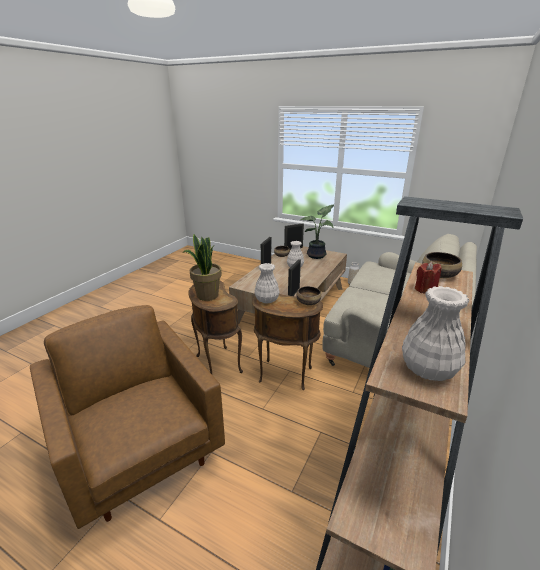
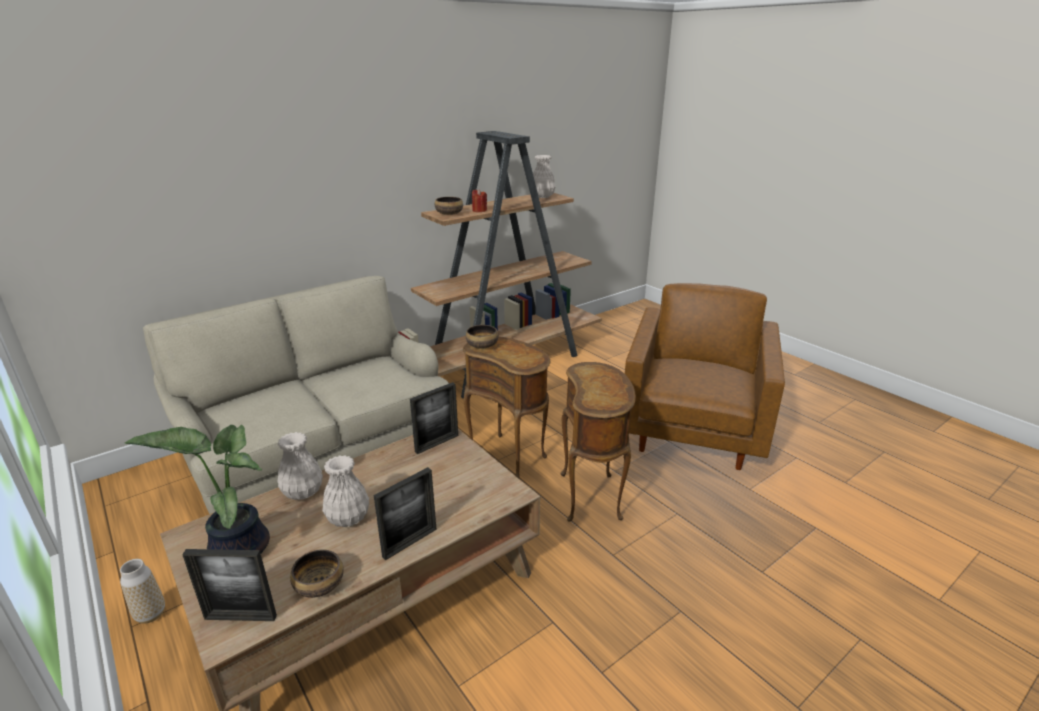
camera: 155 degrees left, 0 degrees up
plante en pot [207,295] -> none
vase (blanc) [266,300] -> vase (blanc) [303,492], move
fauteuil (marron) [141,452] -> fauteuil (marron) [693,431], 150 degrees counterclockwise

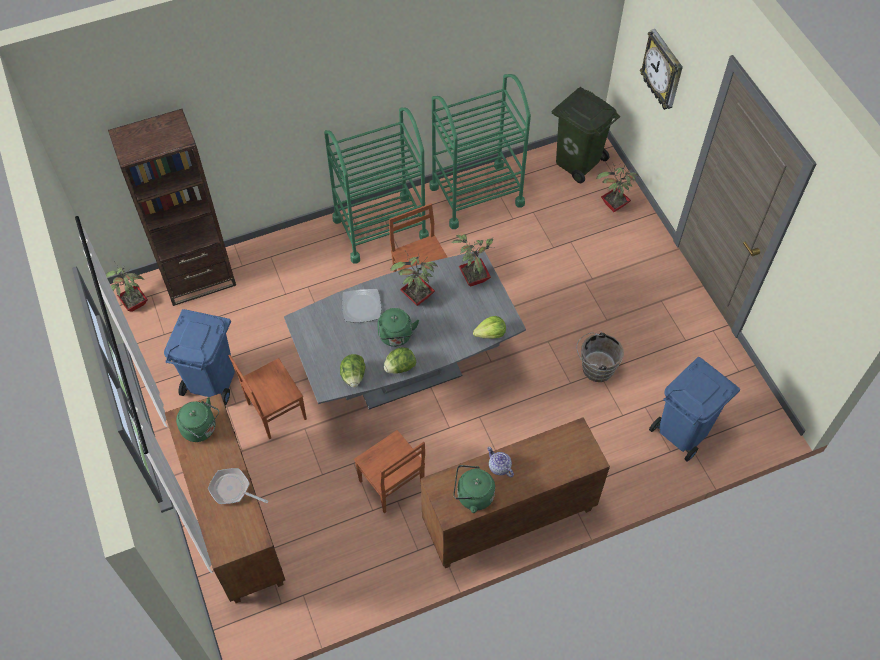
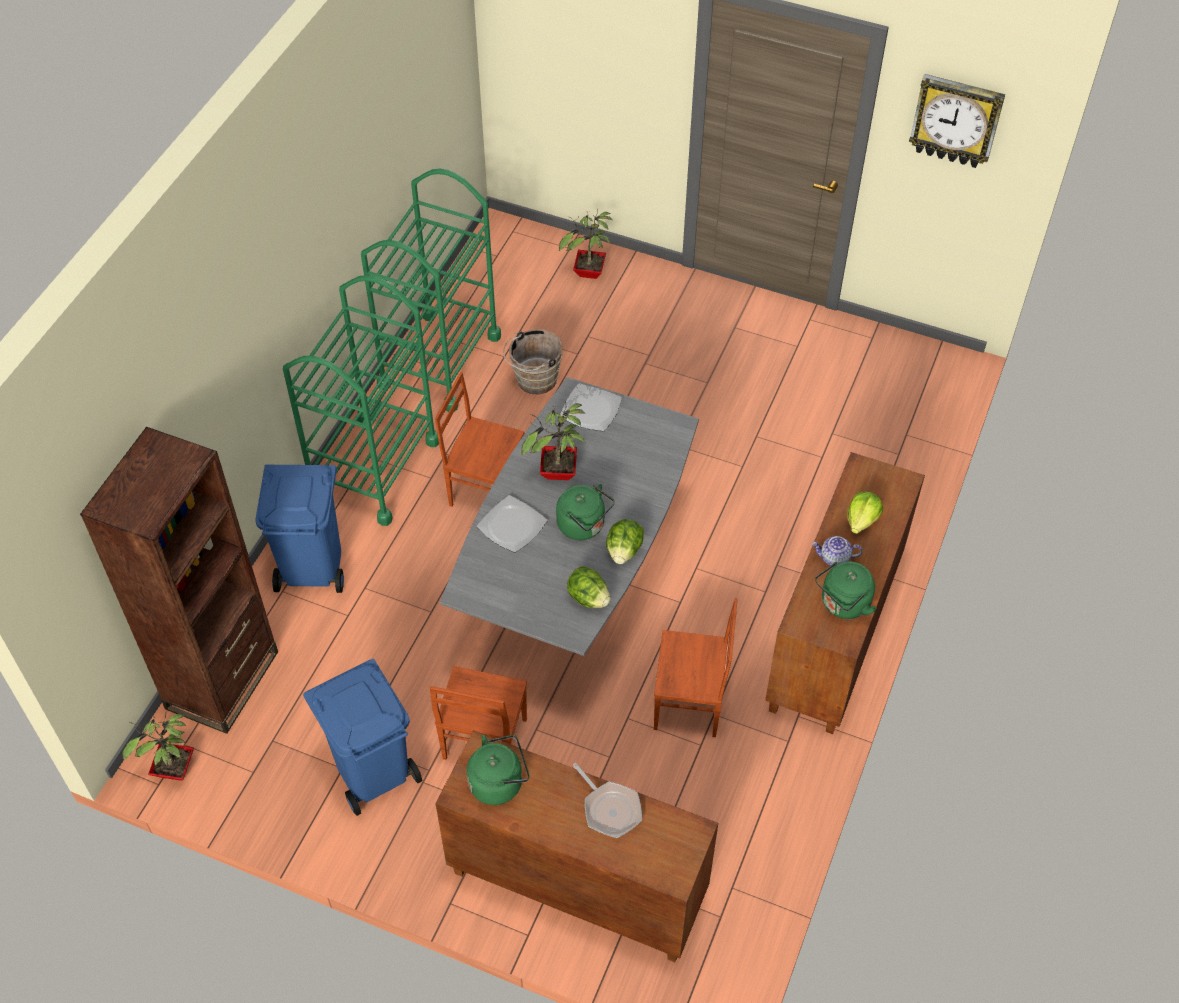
camera: 45 degrees left, 5 degrees down
poubelle (vert) [578,161] -> none
laitue [490,334] -> laitue [862,520], move
seau (marron) [595,368] -> seau (marron) [533,380], move
horloge murale [663,71] -> horloge murale [956,120], move
poubelle (bleu) [684,432] -> poubelle (bleu) [314,566], move
plante en pot [473,277] -> assiette [591,410]
poêle [233,490] -> poêle [609,809], 105 degrees counterclockwise

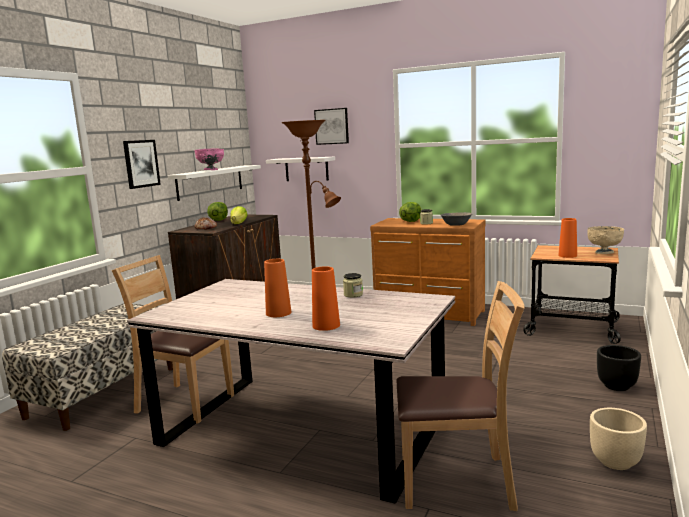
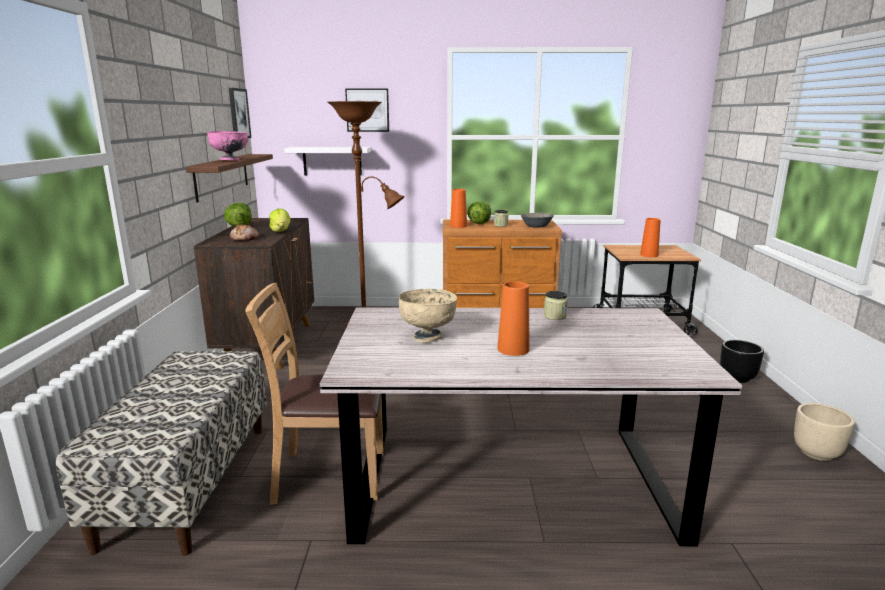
camera: 25 degrees left, 5 degrees up
chaise (marron) [457,482] -> none
tableau [141,163] -> tableau [238,113], move
vase (orange) [326,325] -> vase (orange) [458,226], move
bol (beige) [604,253] -> bol (beige) [428,337], move
étagère (blanc) [210,182] -> étagère (marron) [222,176]

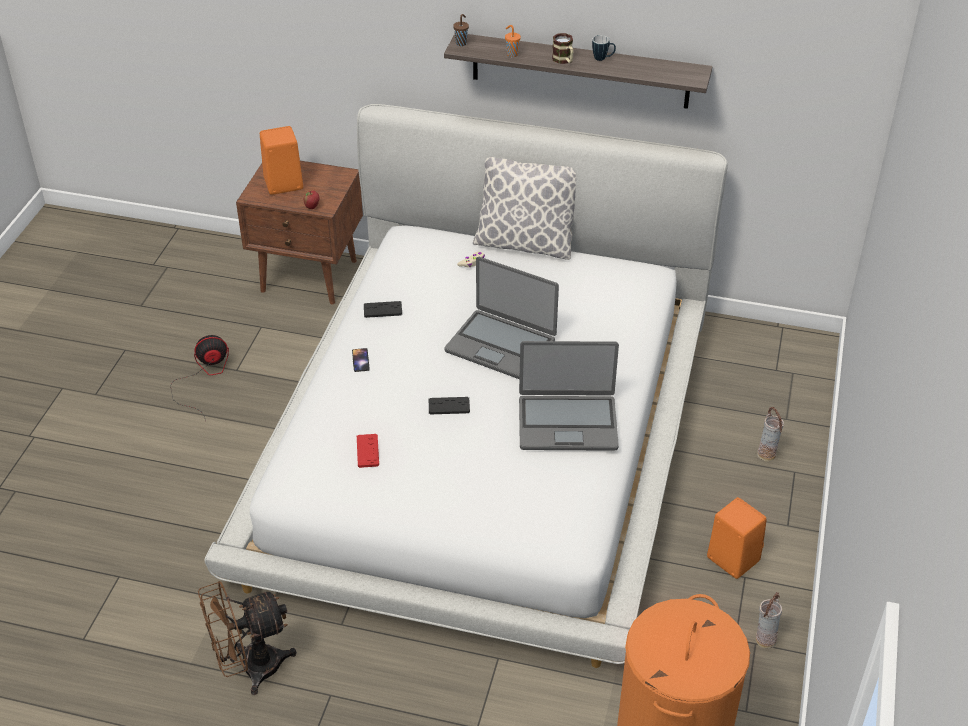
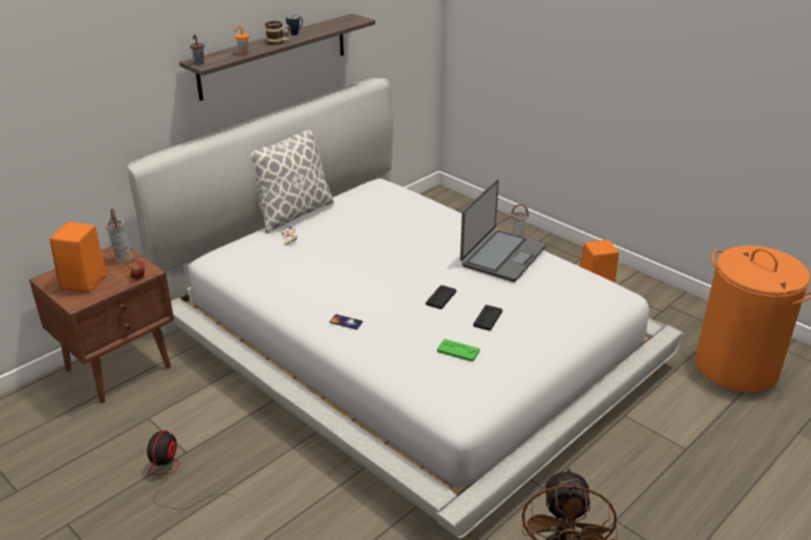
camera: 60 degrees left, 10 degrees down
ordinateur portable [501,345] -> none
manette (noir) [383,310] -> manette (noir) [487,318], move
vase [764,640] -> vase [123,259], move
manette (rouge) [367,451] -> manette (vert) [458,351]

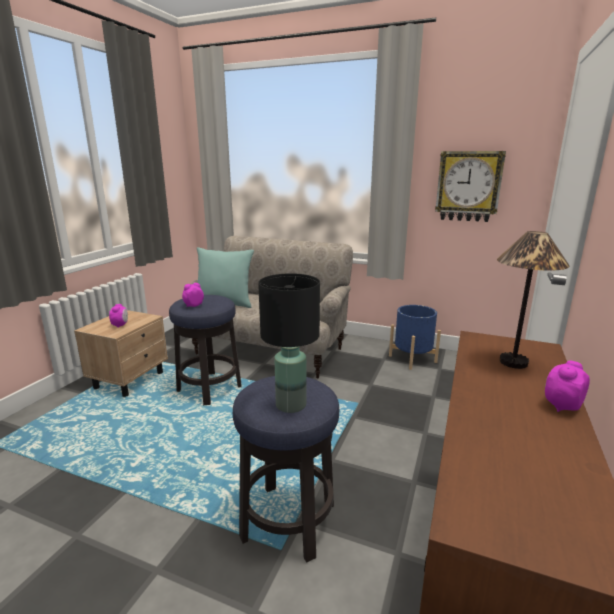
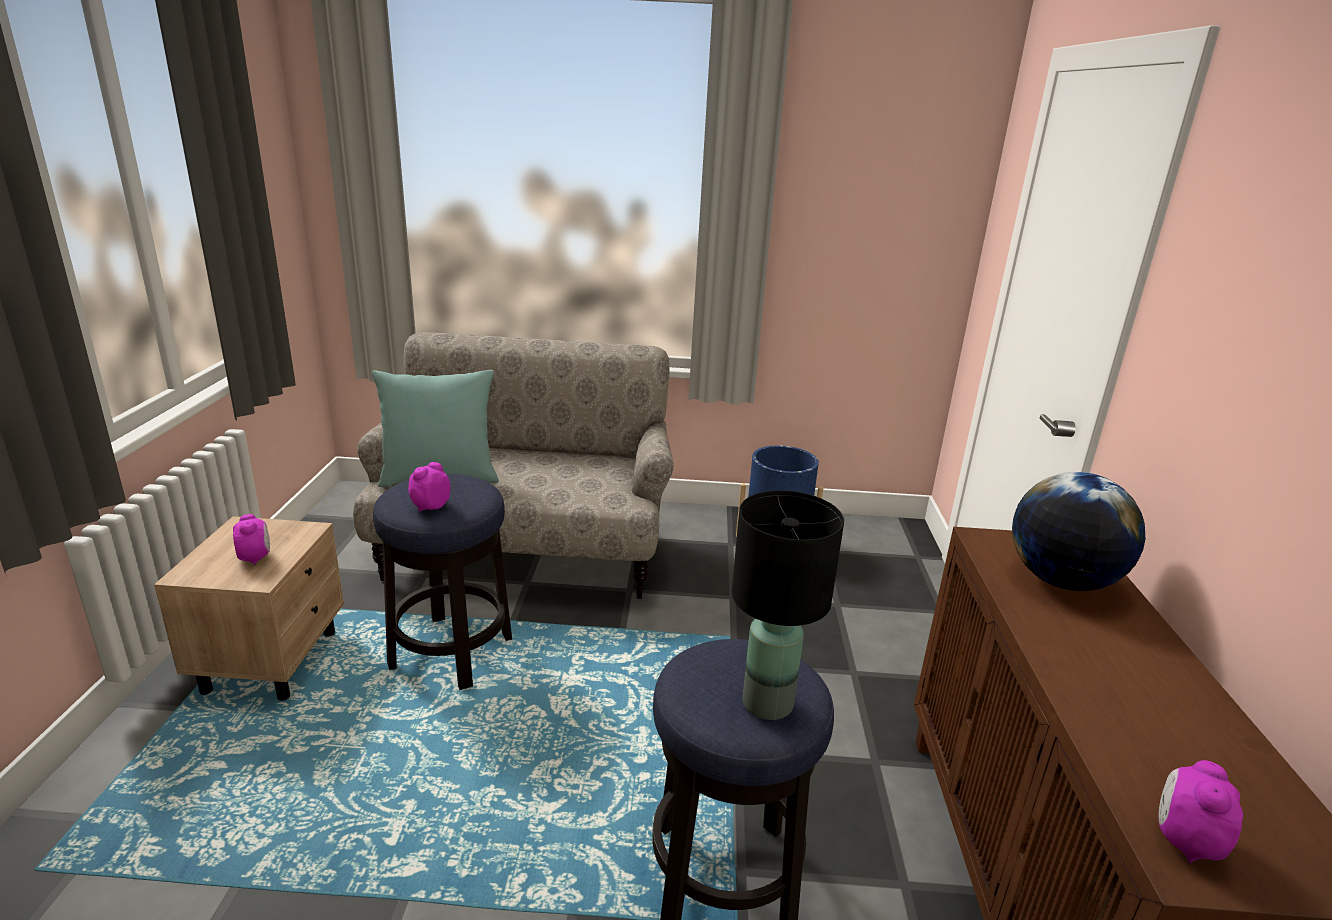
camera: 20 degrees left, 5 degrees up
horloge murale [468,186] -> none
réveil [561,406] -> réveil [1184,841], move
lampe de table [513,363] -> globe [1061,581]

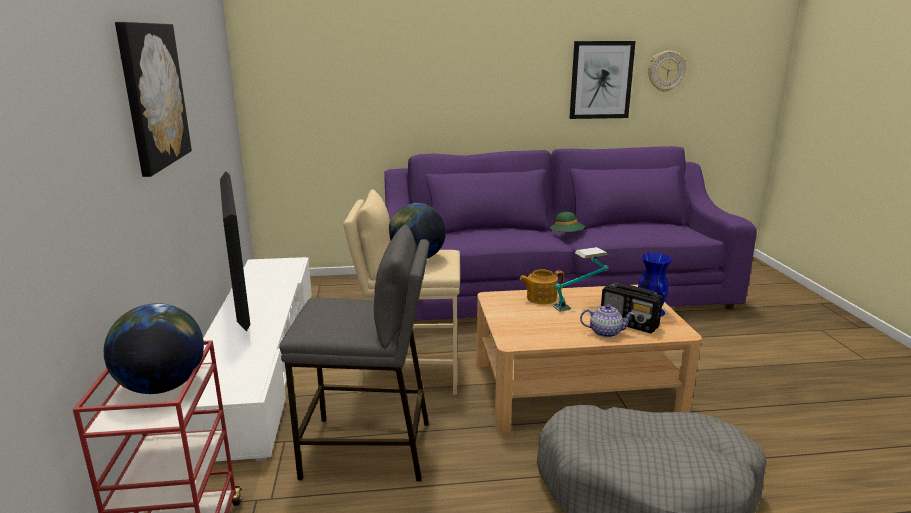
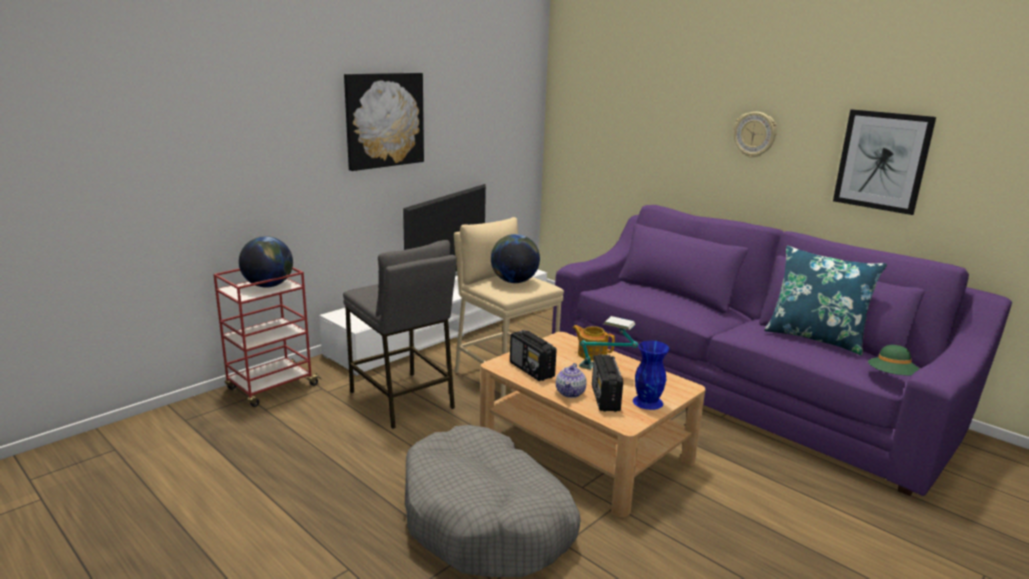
camera: 50 degrees right, 0 degrees up
none -> radio [532,370]
none -> coussin (bleu) [815,337]
chapeau (vert) [566,235] -> chapeau (vert) [891,377], move
horloge murale [666,71] -> horloge murale [755,134], move
théière [605,332] -> théière [570,392], 45 degrees clockwise

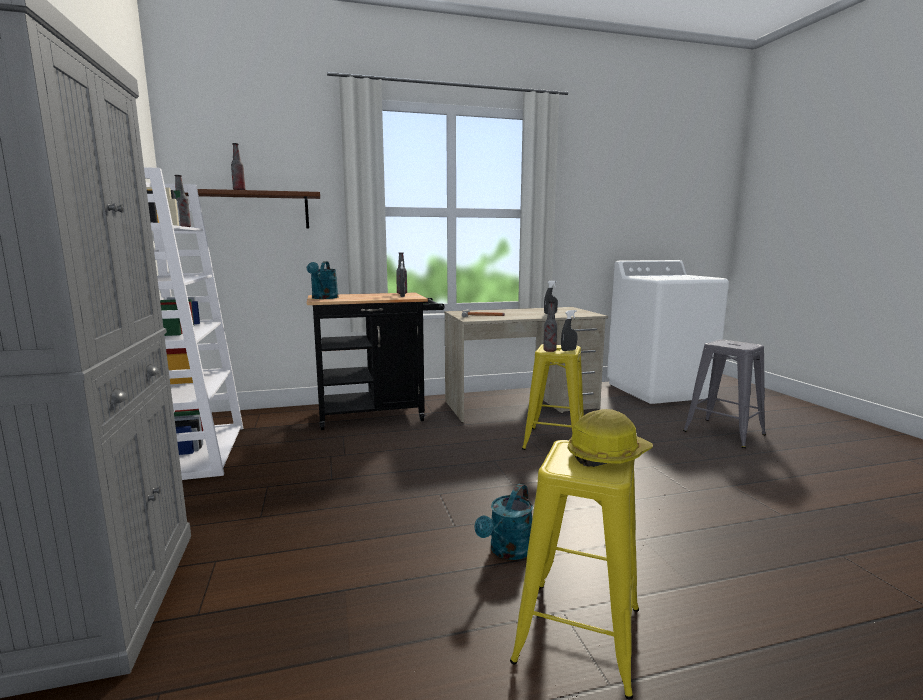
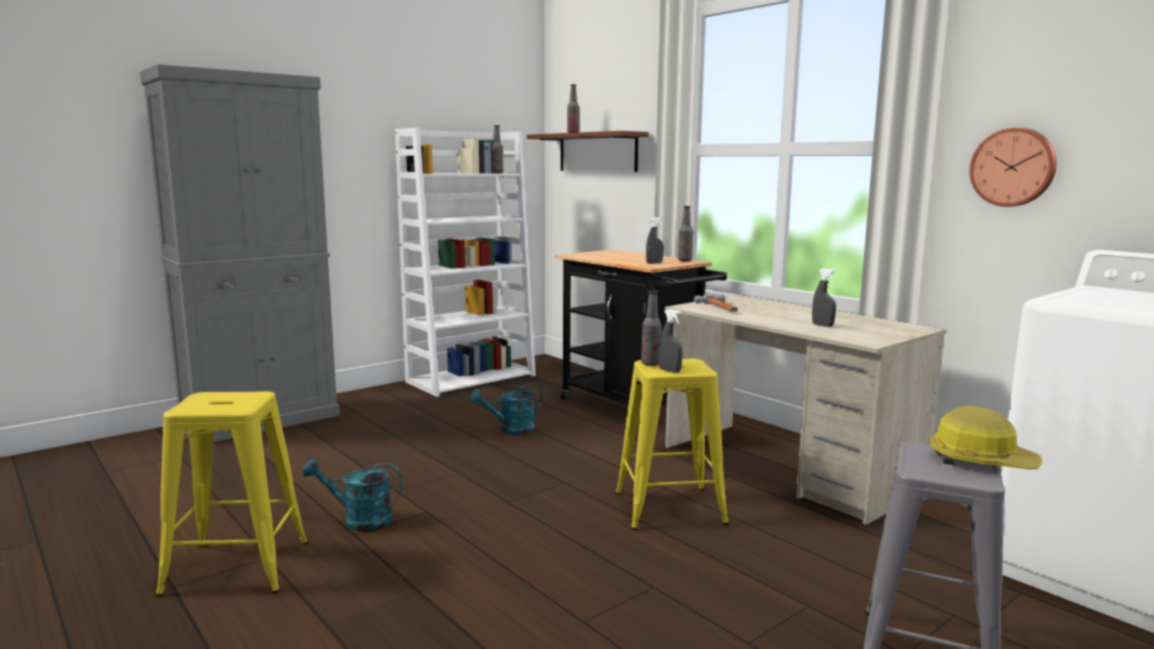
camera: 65 degrees right, 0 degrees up
none -> horloge murale [1013,167]
arrosoir (turquoise) [323,298] -> arrosoir (turquoise) [511,430], move
casque de chantier [607,455] -> casque de chantier [981,461], move

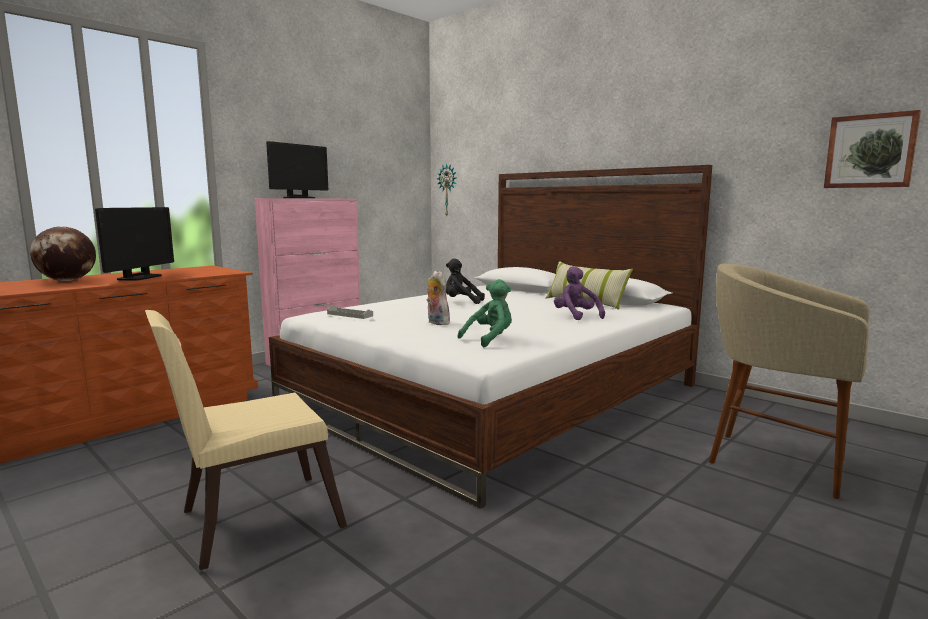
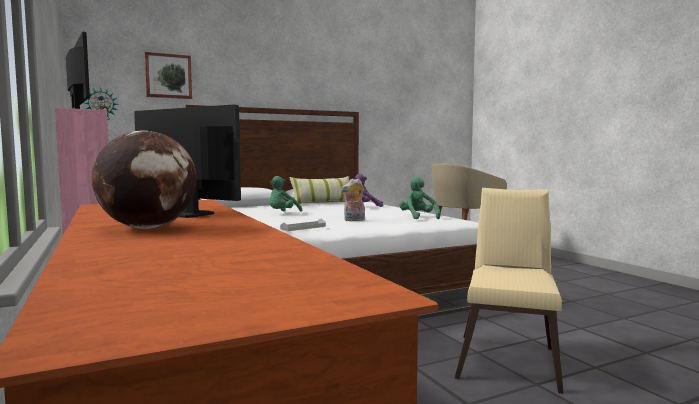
camera: 70 degrees left, 5 degrees down
tableau [870,151] -> tableau [168,76], move
peluche (noir) [461,302] -> peluche (vert) [282,213]
chaise (beige) [250,521] -> chaise (beige) [509,359], 150 degrees counterclockwise

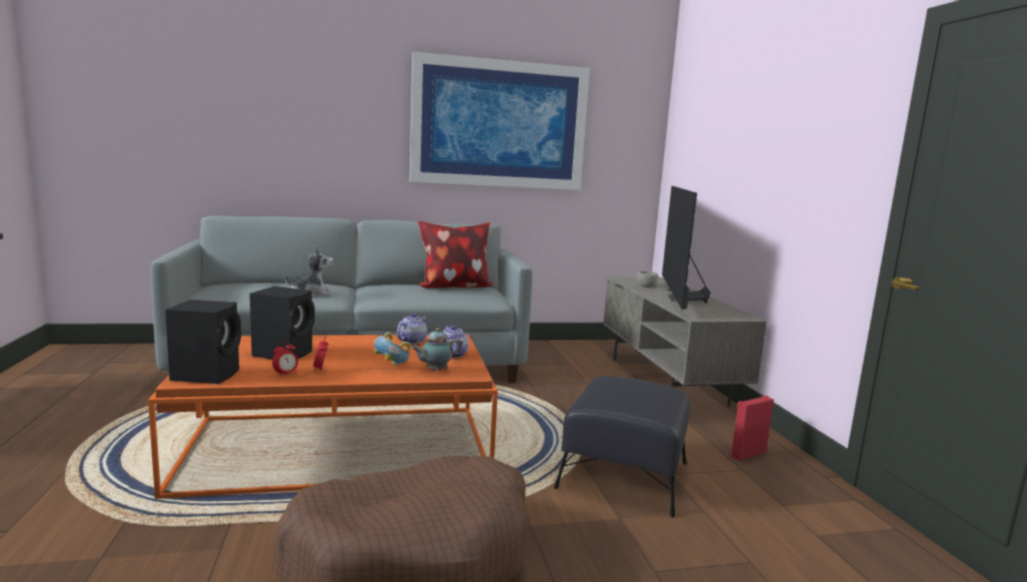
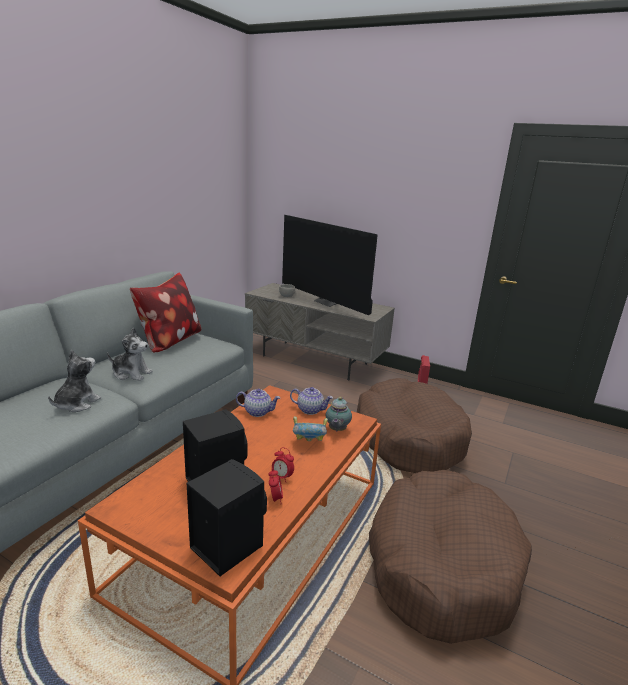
camera: 50 degrees left, 10 degrees up
tableau [499,124] -> none
none -> peluche [131,373]
pouf (noir) [622,475] -> panier pour chien (marron) [408,438]
théière [411,341] -> théière [258,412], 120 degrees clockwise

